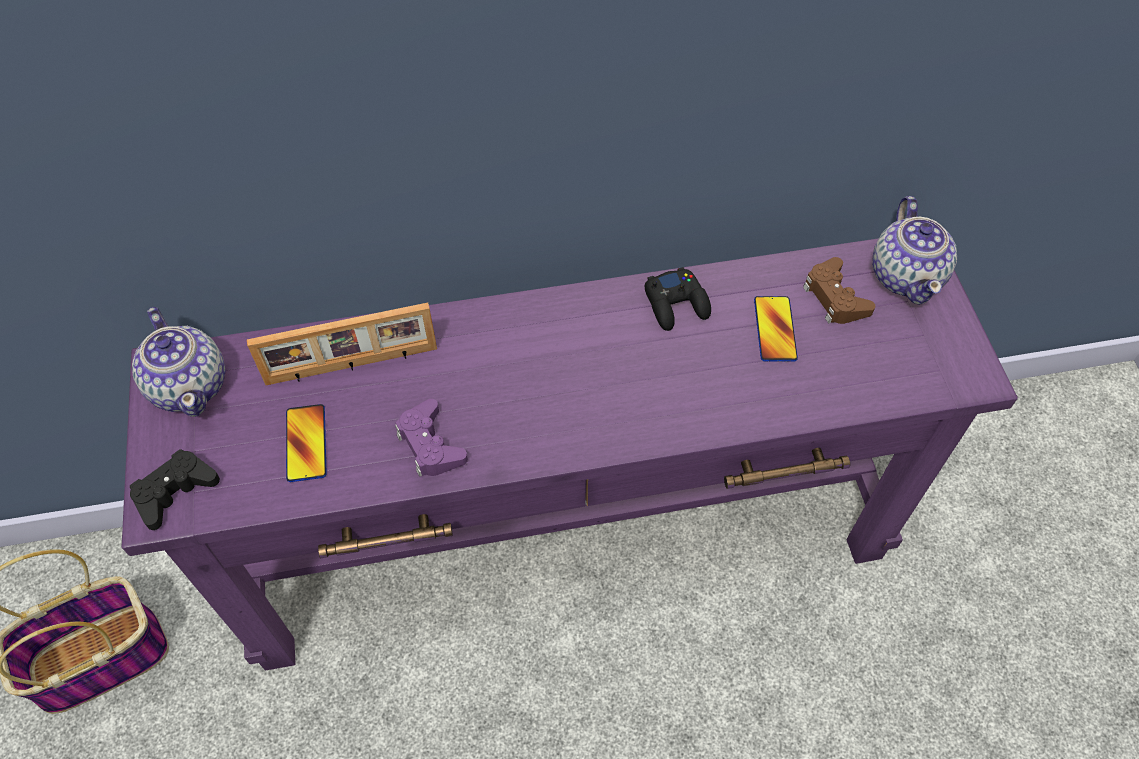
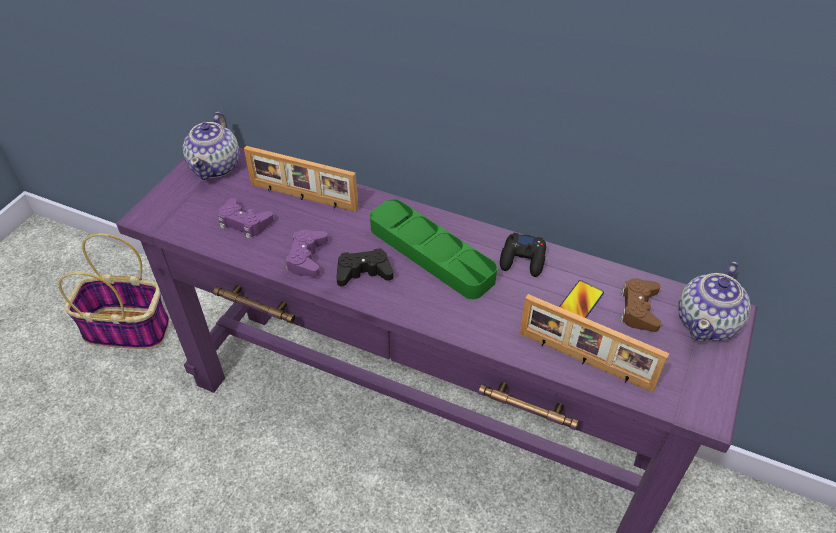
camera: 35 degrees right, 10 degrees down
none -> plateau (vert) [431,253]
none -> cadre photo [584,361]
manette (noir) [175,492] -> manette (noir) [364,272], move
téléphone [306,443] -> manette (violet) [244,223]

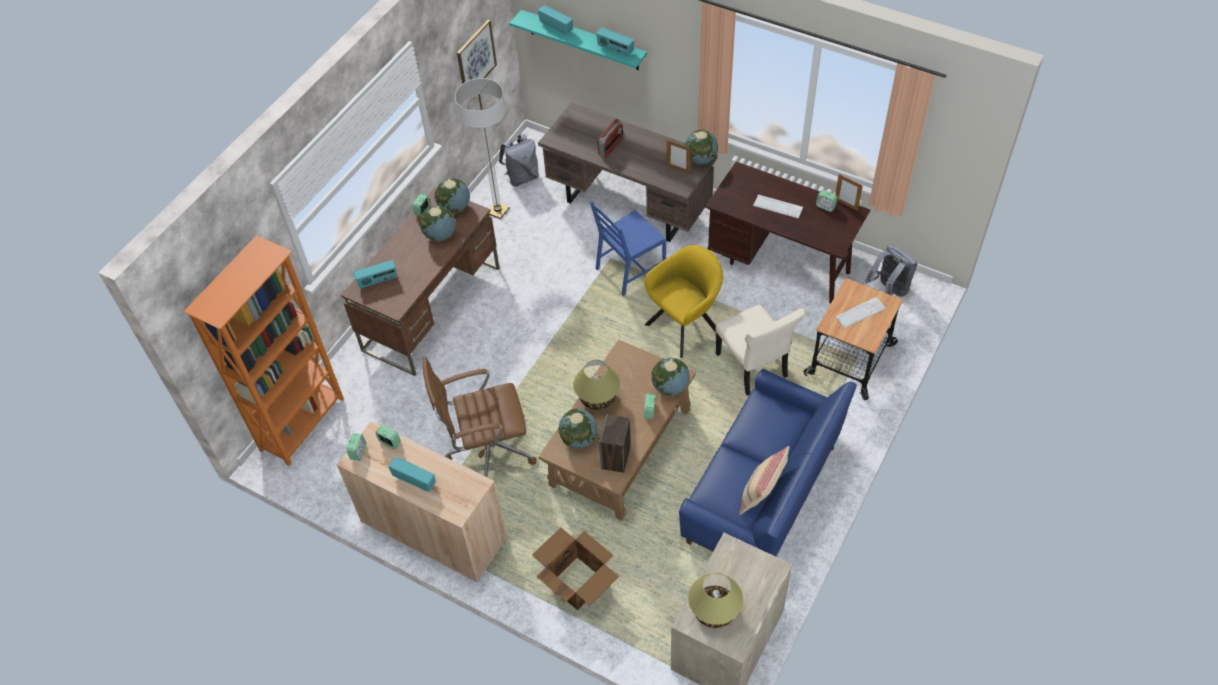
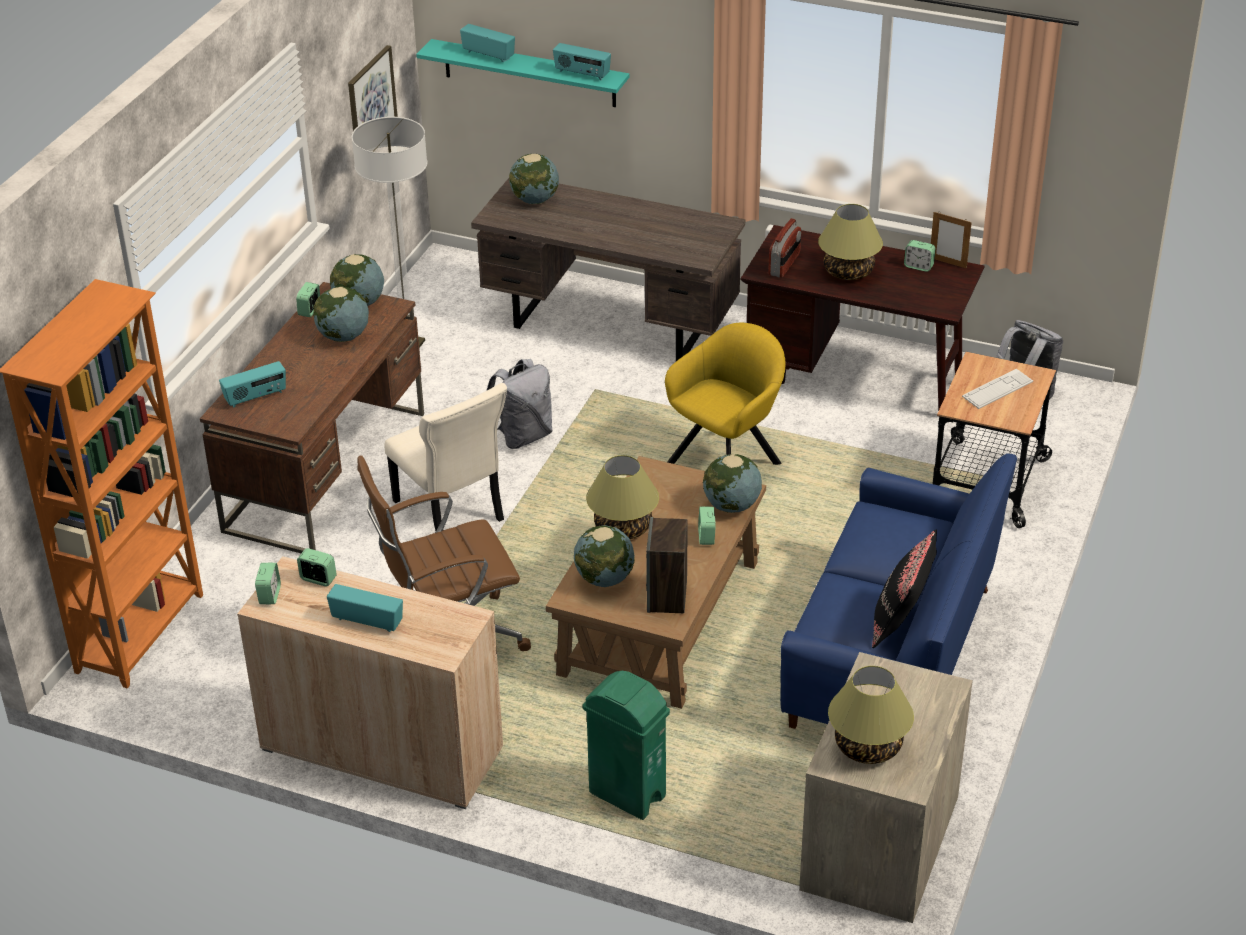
camera: 10 degrees left, 15 degrees down
chaise (bleu) [629,270] -> none
cadre photo [678,169] -> none
sac à dos (gris) [522,177] -> sac à dos (gris) [523,436], move
radio [611,147] -> radio [784,264], move
globe [700,159] -> globe [535,200], move
chaise (beige) [753,368] -> chaise (beige) [450,513], move
carton [577,582] -> poubelle (vert) [627,794]
clavier [778,207] -> lampe de table [849,271]
coussin (beige) [761,495] -> coussin (noir) [900,622]

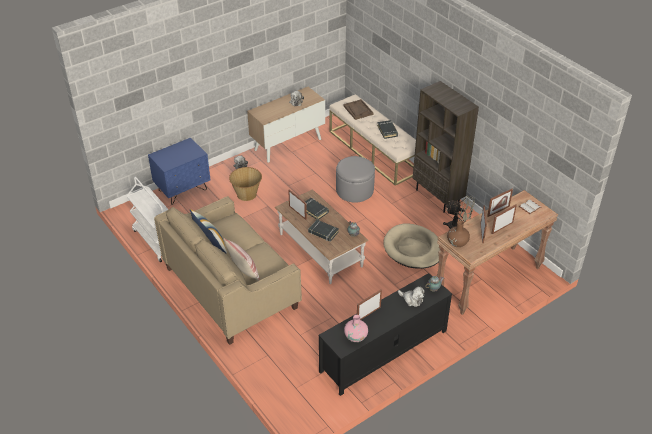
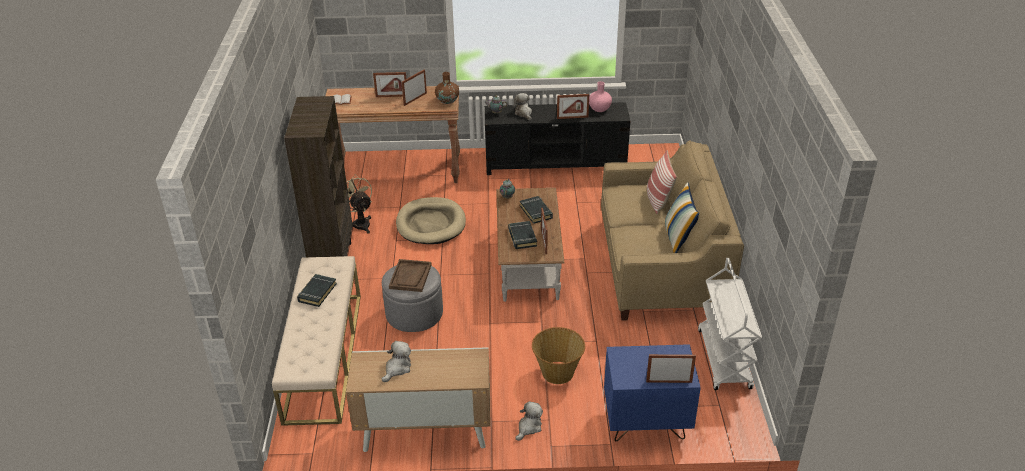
camera: 145 degrees left, 5 degrees down
plateau (marron) [358,110] -> plateau (marron) [410,277], move
cadre photo [498,211] -> cadre photo [669,381], move

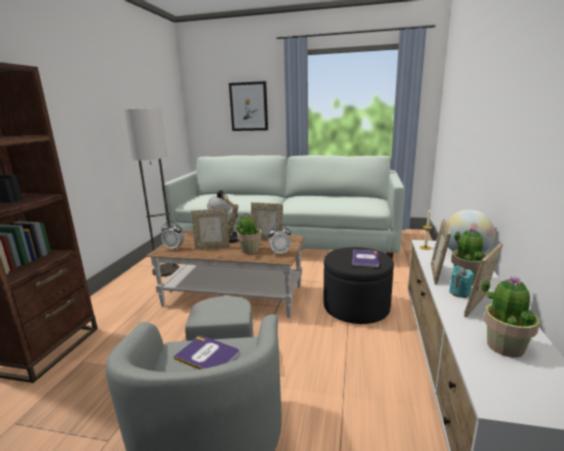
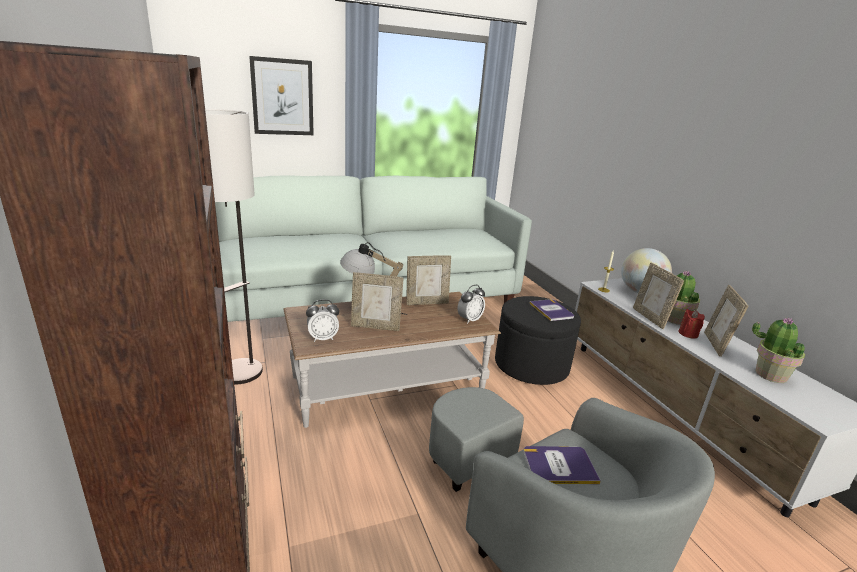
camera: 35 degrees left, 5 degrees up
plante en pot [249,250] -> none
bougie (turquoise) [459,293] -> bougie (rouge) [688,334]
cadre photo [212,247] -> cadre photo [375,327], 45 degrees clockwise

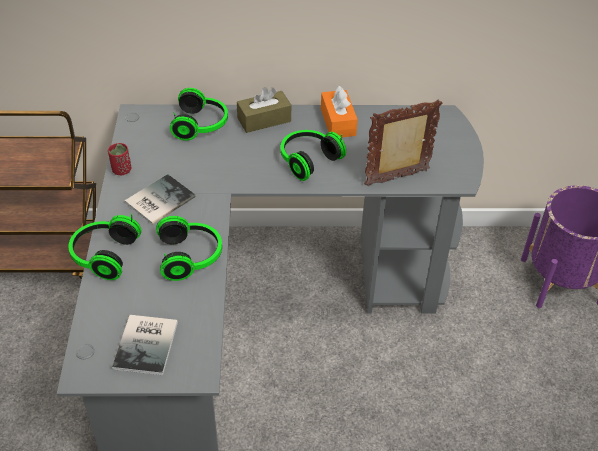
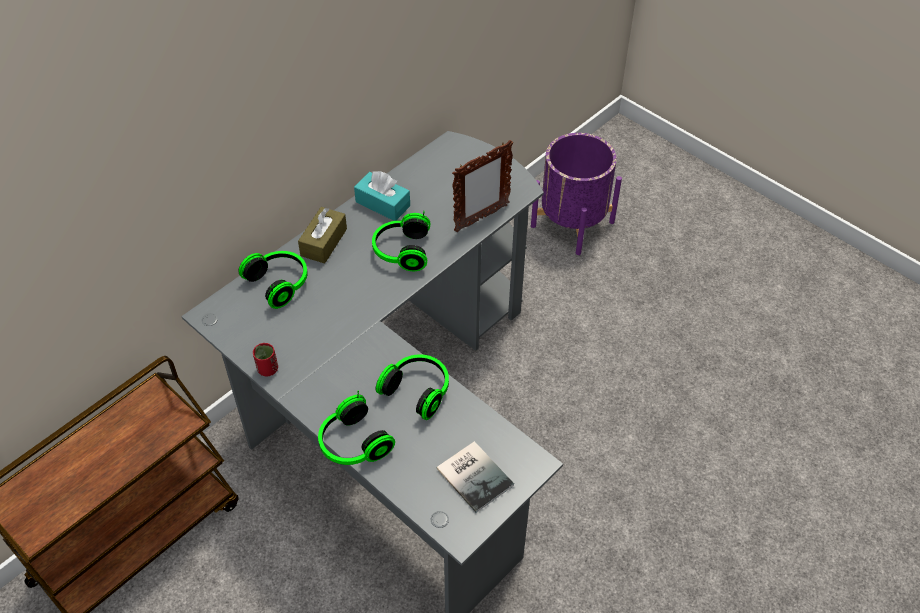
camera: 45 degrees left, 5 degrees up
livre [157,200] -> none
boîte à mouchoirs (orange) [338,122] -> boîte à mouchoirs (turquoise) [382,204]
cadre photo [397,178] -> cadre photo [481,218], 150 degrees counterclockwise

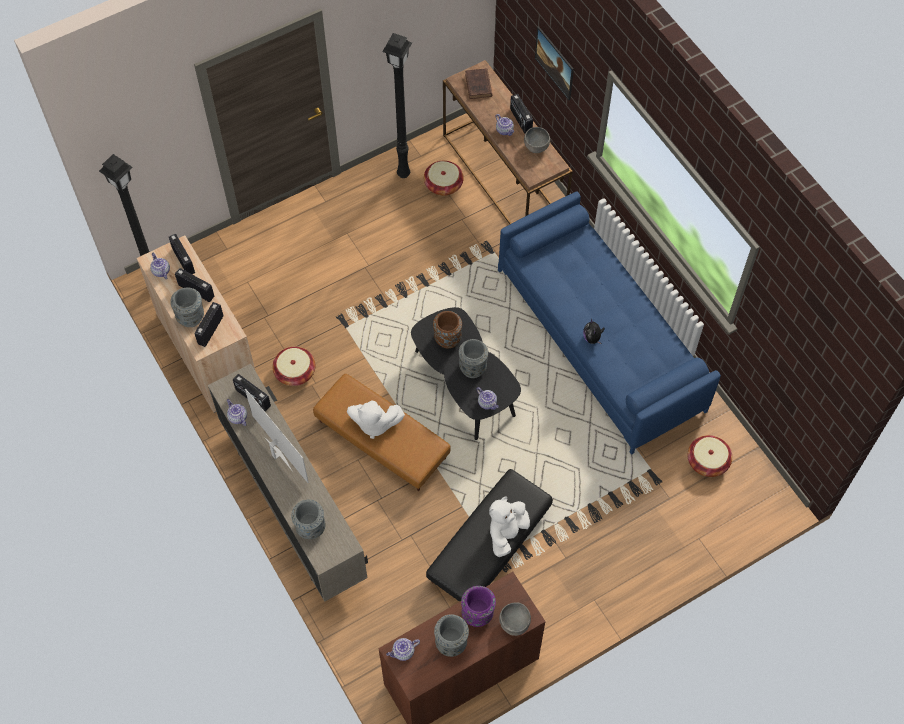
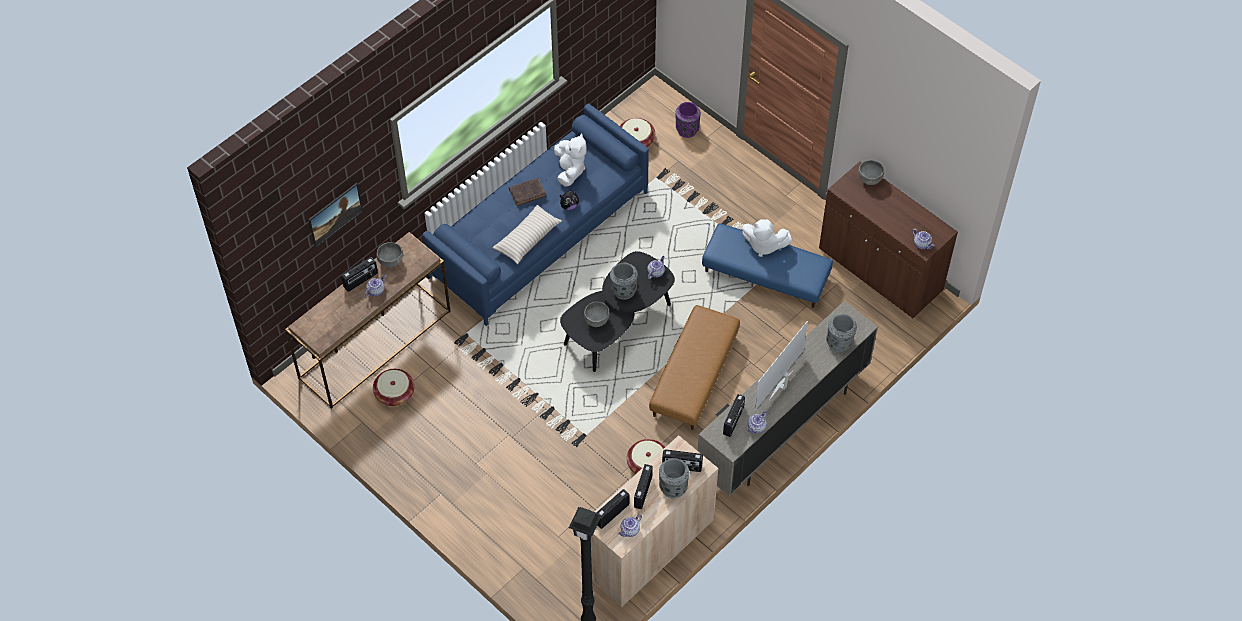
camera: 105 degrees left, 5 degrees down
lampadaire (noir) [404,173] -> none
vase (gris) [451,642] -> none
none -> coussin (beige) [527,239]
peluche (blanc) [374,424] -> peluche (blanc) [570,170], move
vase (violet) [478,613] -> vase (violet) [687,129], move
livre (marron) [478,86] -> livre (marron) [528,193], move
vase (marron) [447,339] -> bol (gris) [596,320]
pouf (noir) [489,545] -> pouf (bleu) [765,274]

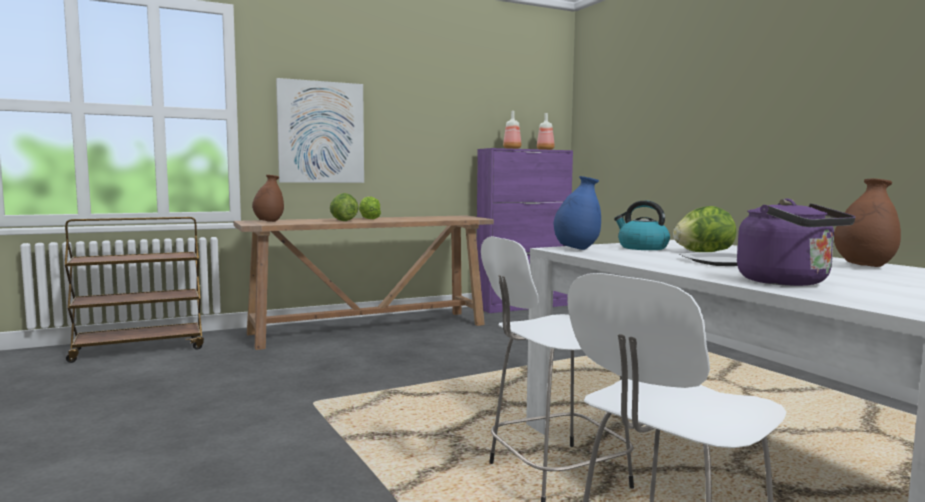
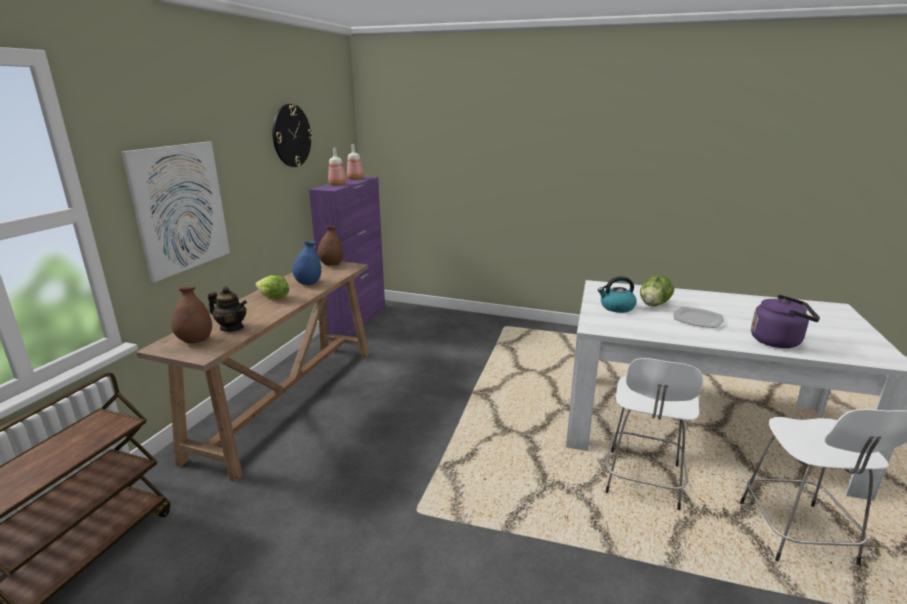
camera: 45 degrees left, 15 degrees up
laitue [343,221] -> none
none -> théière [232,328]
none -> horloge murale [291,135]
vase (bleu) [576,249] -> vase (bleu) [308,283], move
vase (marron) [864,266] -> vase (marron) [331,265], move

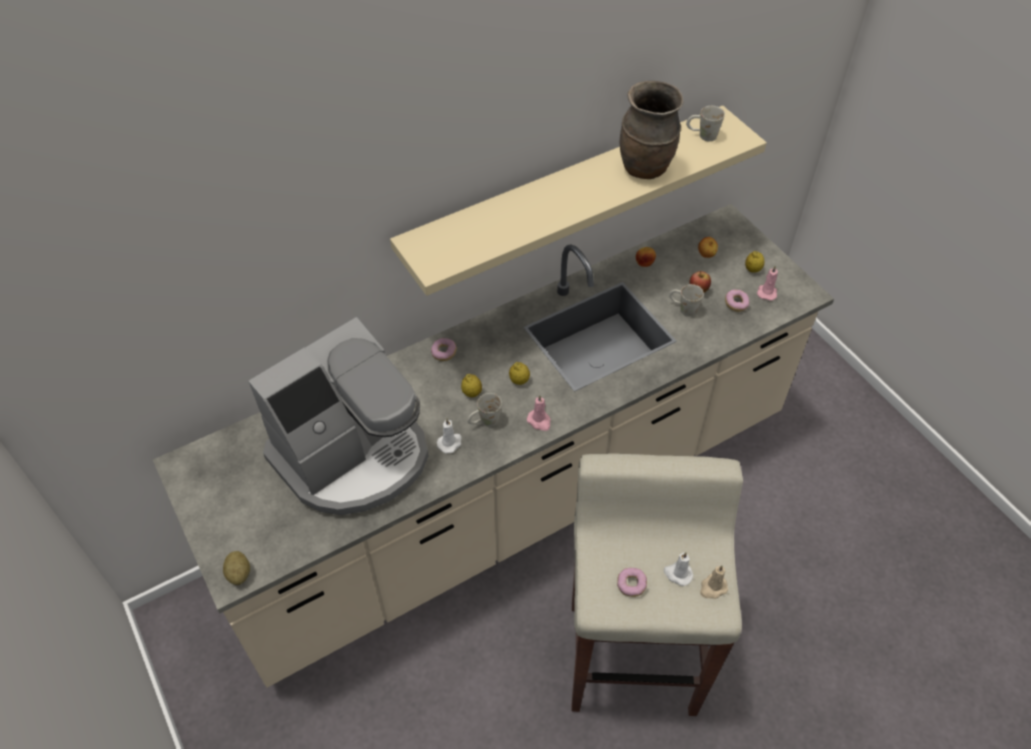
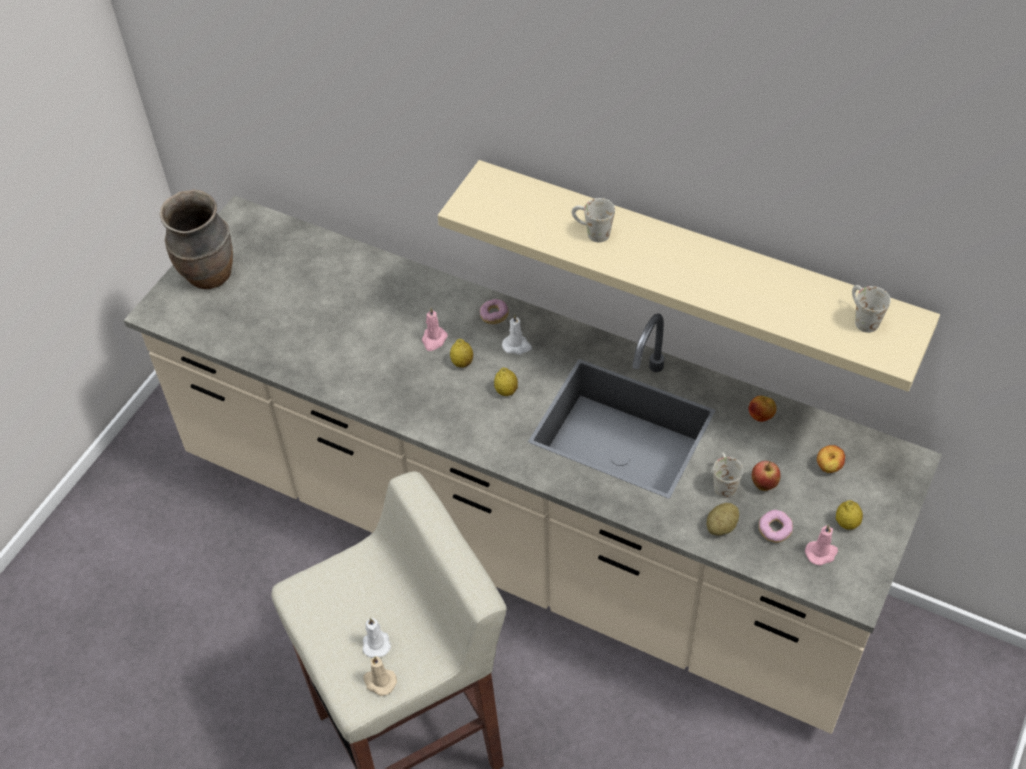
camera: 60 degrees right, 0 degrees up
machine à café [353,456] -> none
beignet [631,585] -> none
pomme de terre [239,573] -> pomme de terre [721,526], move
bougie (blanc) [450,443] -> bougie (blanc) [517,346], move
mug (blanc) [484,422] -> mug (blanc) [591,232], move
bougie (rose) [539,421] -> bougie (rose) [434,340], move
vase (marron) [645,169] -> vase (marron) [209,276], move

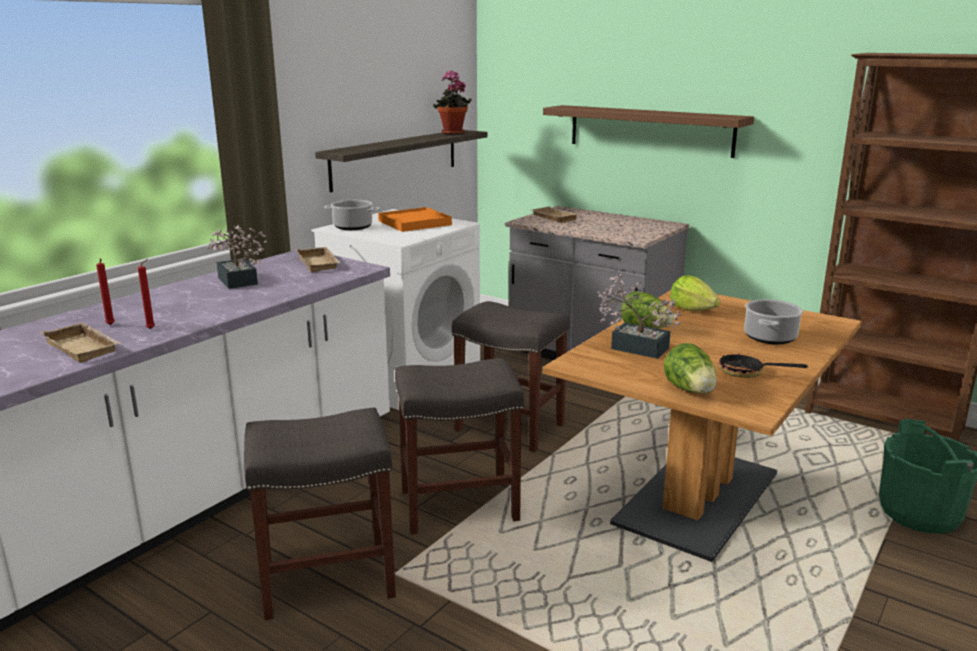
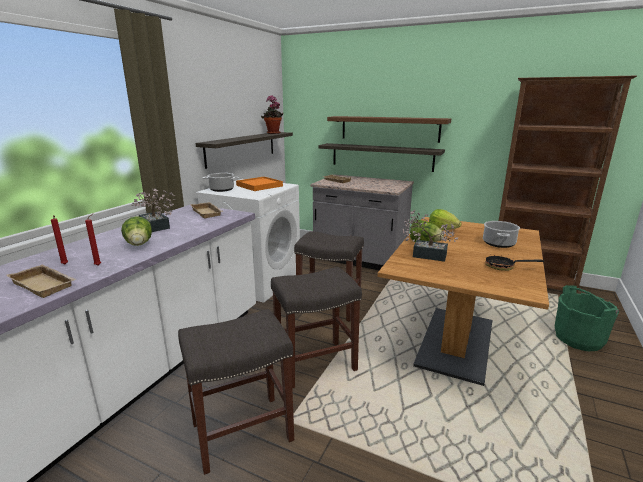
camera: 10 degrees left, 0 degrees up
none -> étagère [381,157]
laitue [690,391] -> laitue [139,245], move

